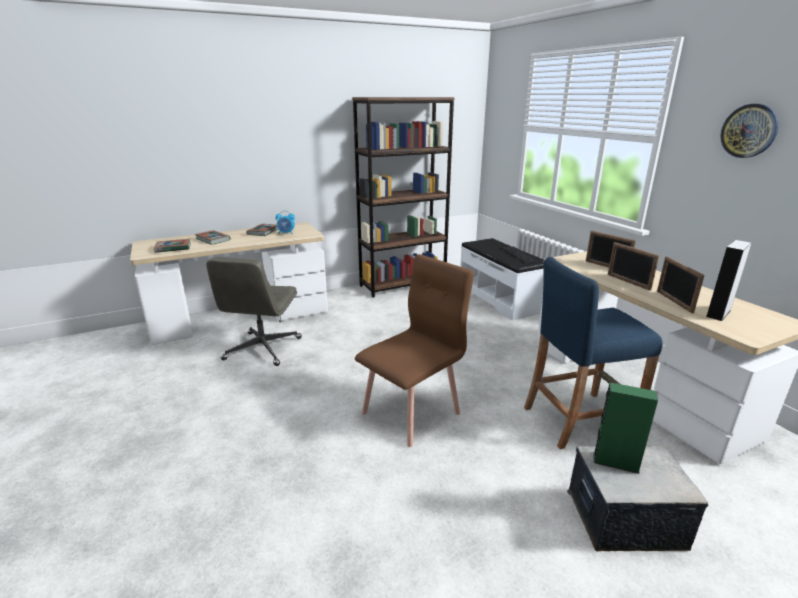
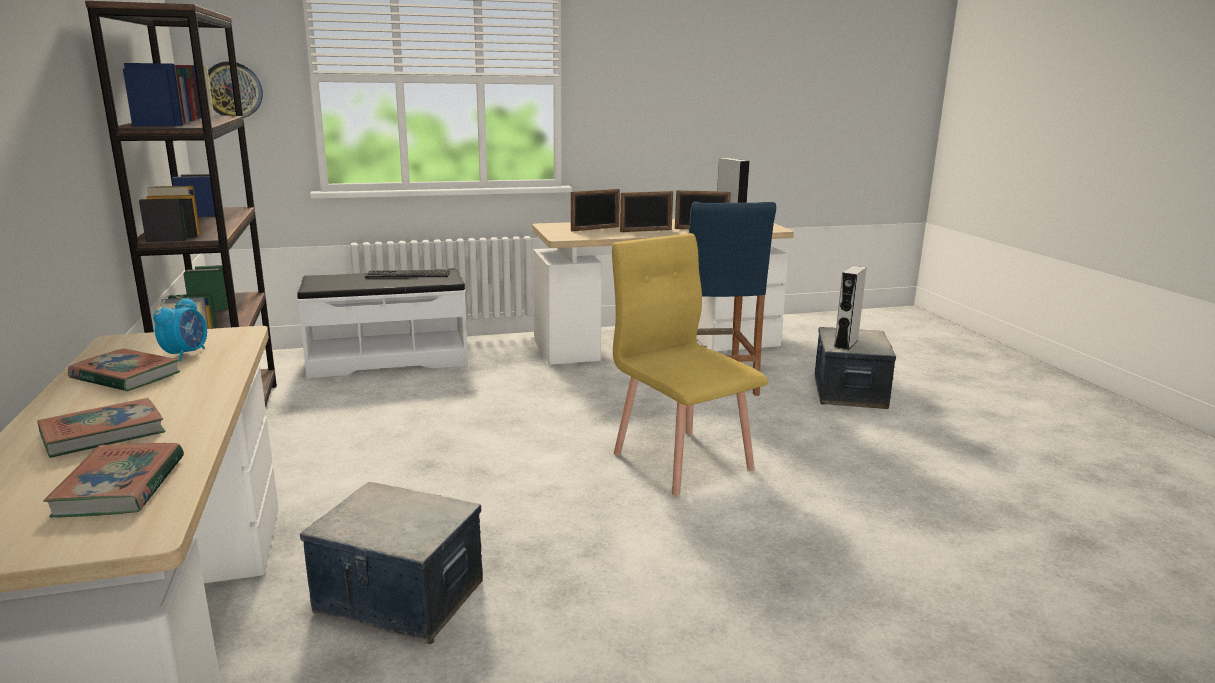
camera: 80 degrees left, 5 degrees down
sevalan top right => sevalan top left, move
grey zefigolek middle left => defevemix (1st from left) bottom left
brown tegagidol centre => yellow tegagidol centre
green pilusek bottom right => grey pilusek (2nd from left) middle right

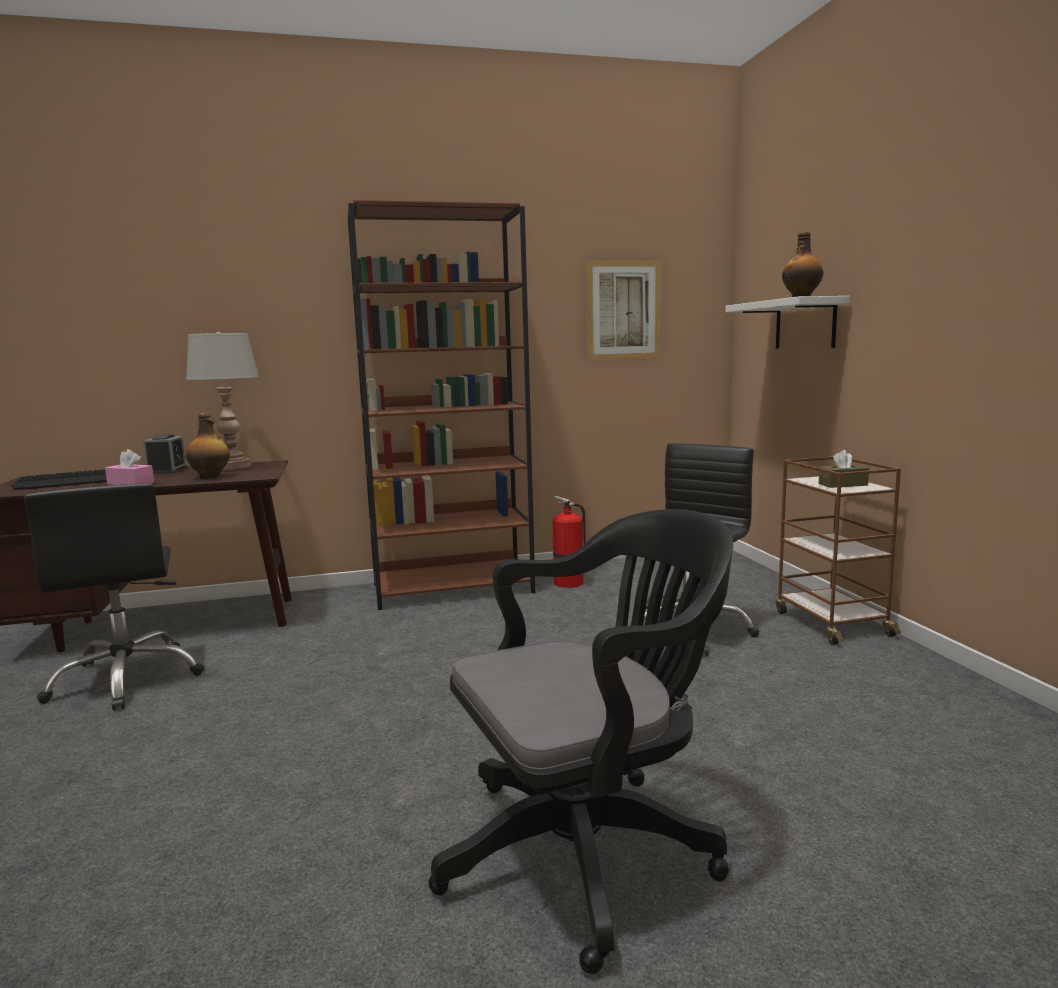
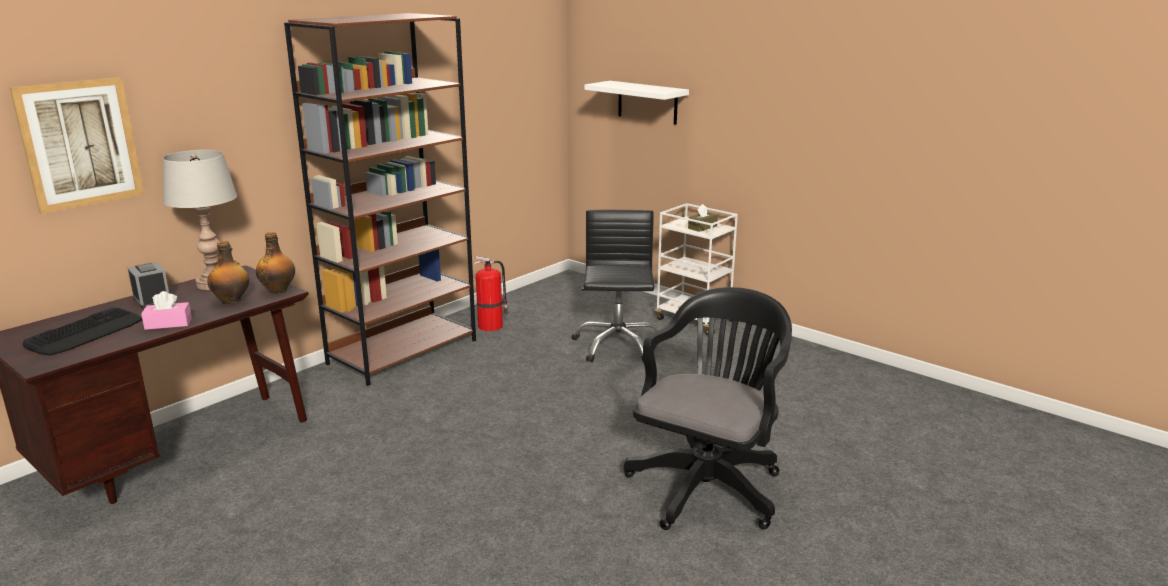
camera: 35 degrees left, 10 degrees up
black zefigolek (1st from left) middle left => nothing
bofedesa top centre => bofedesa top left, move
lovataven (2nd from left) top right => lovataven (2nd from left) middle left, move
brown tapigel middle right => white tapigel centre

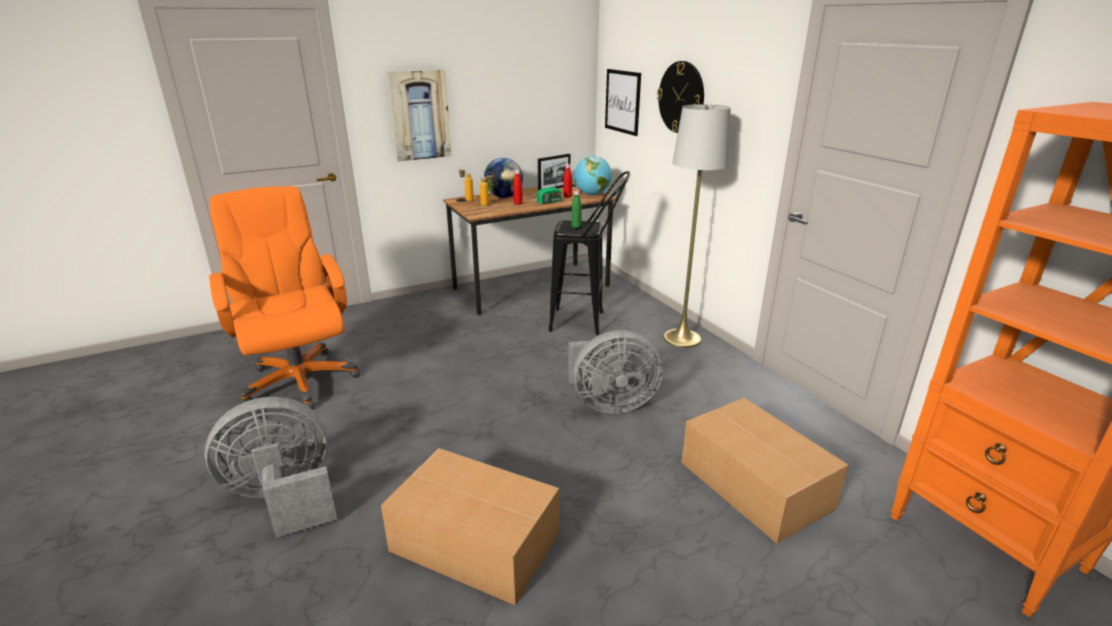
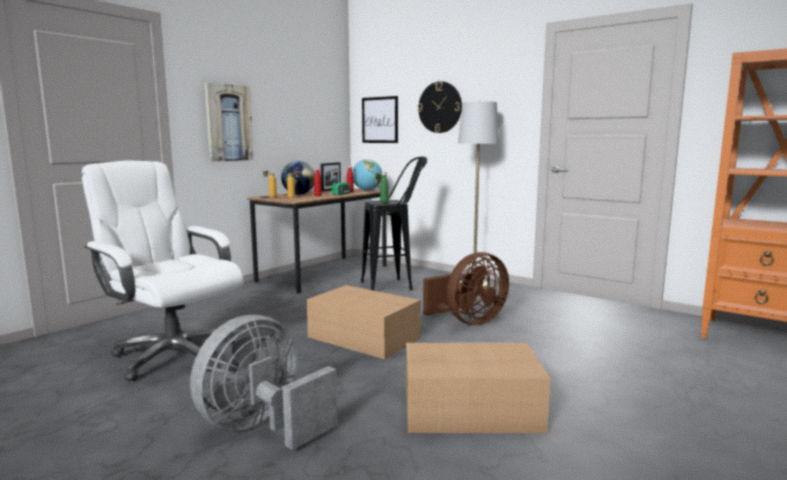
camera: 25 degrees left, 15 degrees down
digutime (2nd from left in the first image) bottom right => digutime (1st from left) bottom centre, move
orange zefigolek middle left => white zefigolek middle left
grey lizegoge (2nd from left) centre => brown lizegoge centre

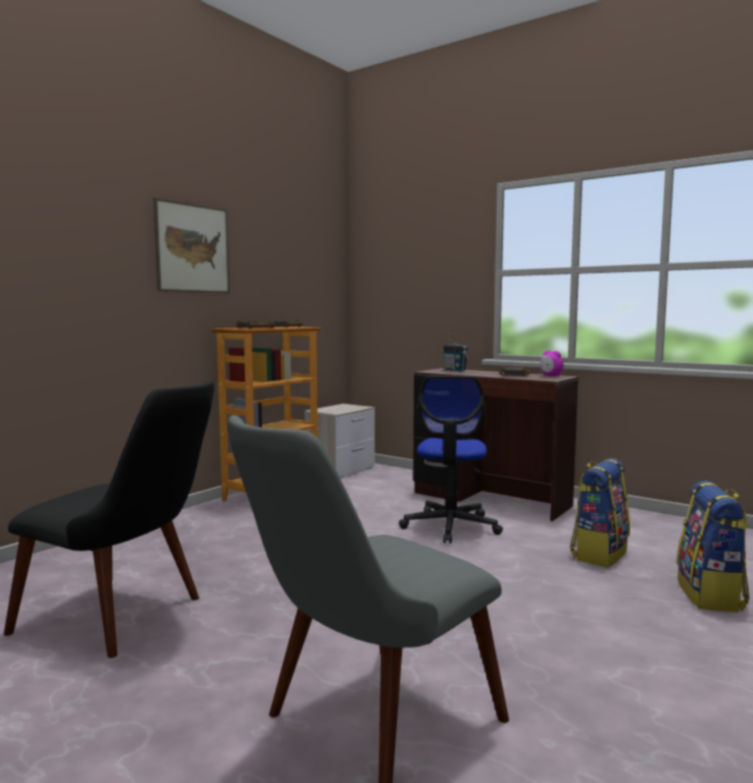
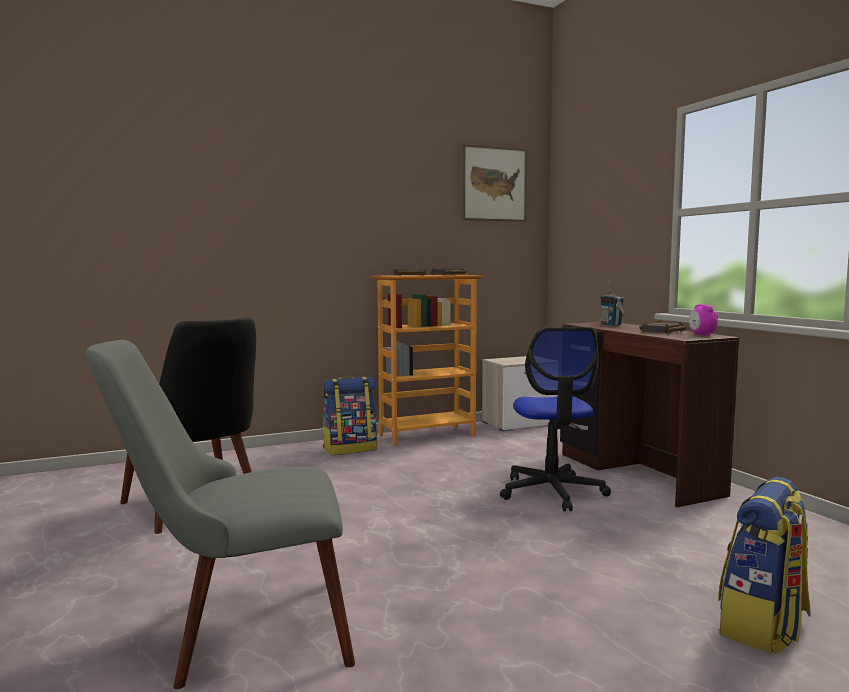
camera: 30 degrees right, 0 degrees up
bofedesa top left => bofedesa top centre, move
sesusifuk (1st from left) middle right => sesusifuk (1st from left) centre, move
zefigolek centre, 45 degrees counterclockwise

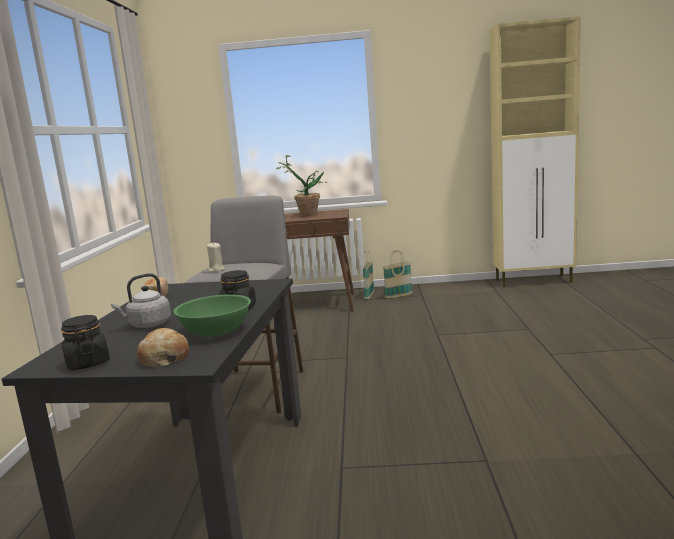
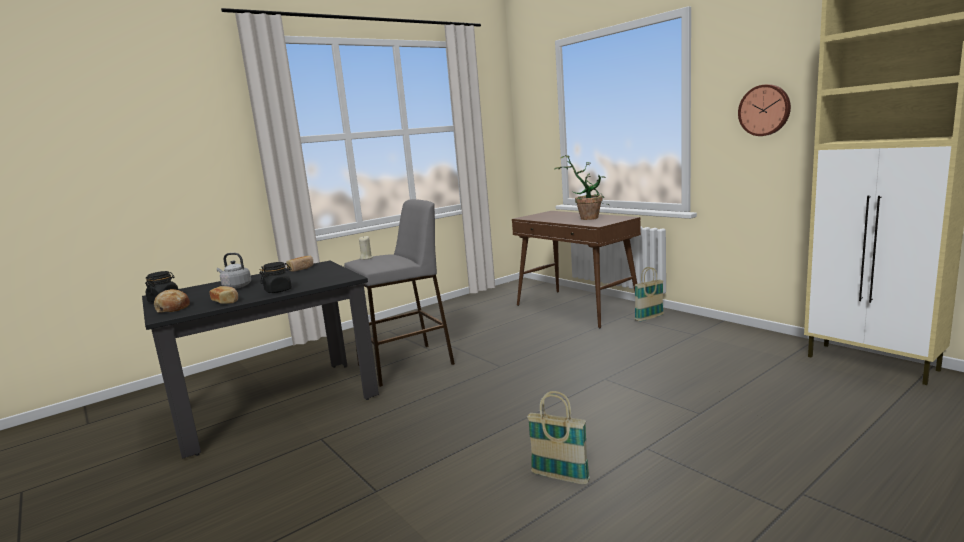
camera: 50 degrees right, 0 degrees up
nothing => sevalan top right
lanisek (2nd from left in the first image) centre => lanisek (1st from left) bottom centre, move
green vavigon middle left => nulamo (2nd from left) middle left

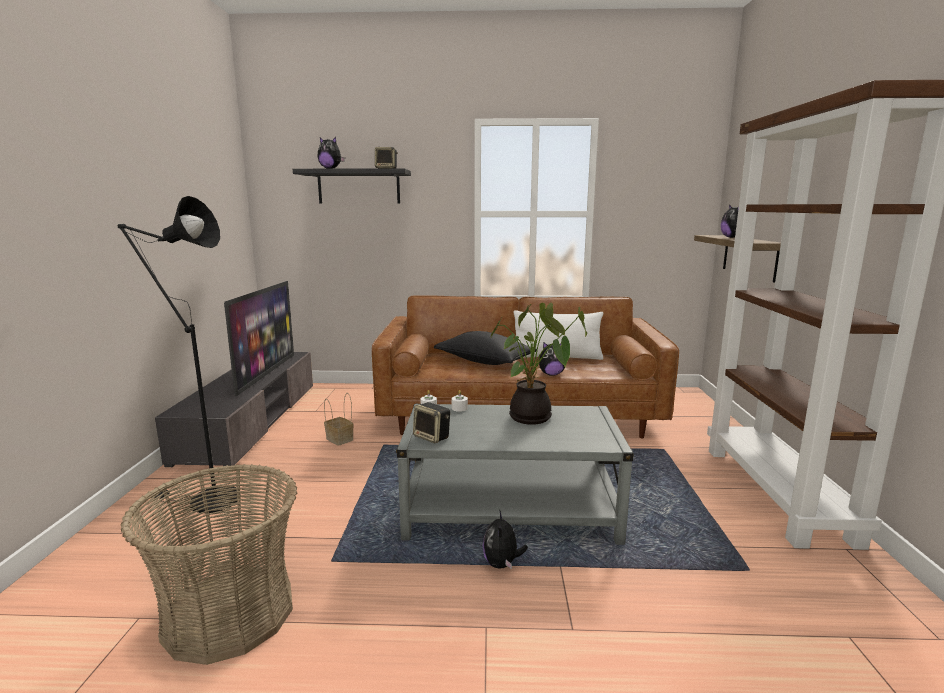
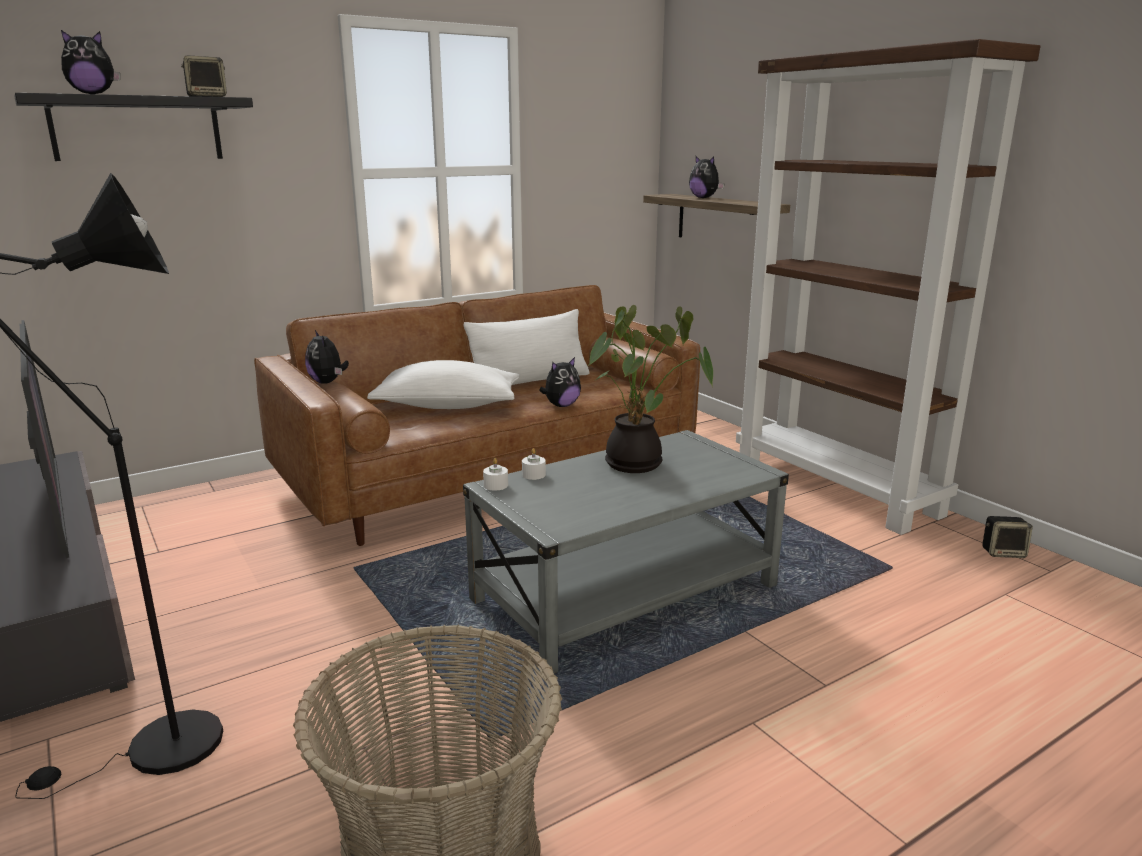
camera: 35 degrees left, 5 degrees up
lanisek (2nd from left) centre => nothing
pilusek (2nd from left) centre => pilusek (2nd from left) middle right, move
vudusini (2nd from left) bottom centre => vudusini (2nd from left) middle left, move
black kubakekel centre => white kubakekel (1st from left) centre

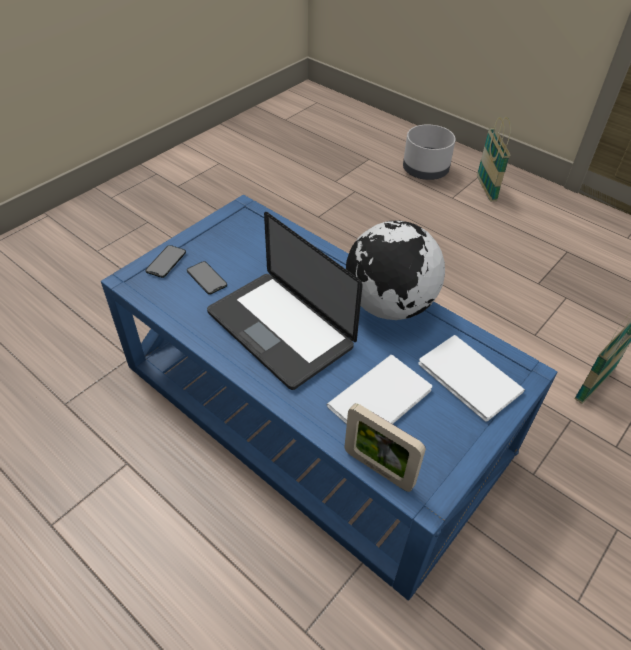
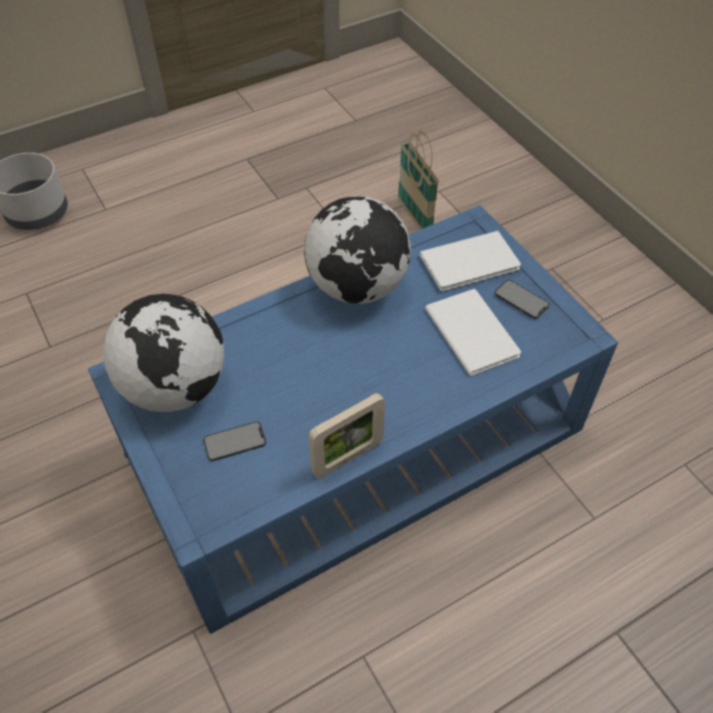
camera: 70 degrees left, 5 degrees up
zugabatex centre => nothing
lanisek (1st from left) top right => nothing
nothing => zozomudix (1st from left) middle left
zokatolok (1st from left in the first image) middle left => zokatolok (2nd from left) middle right, move
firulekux bottom centre => firulekux centre, move

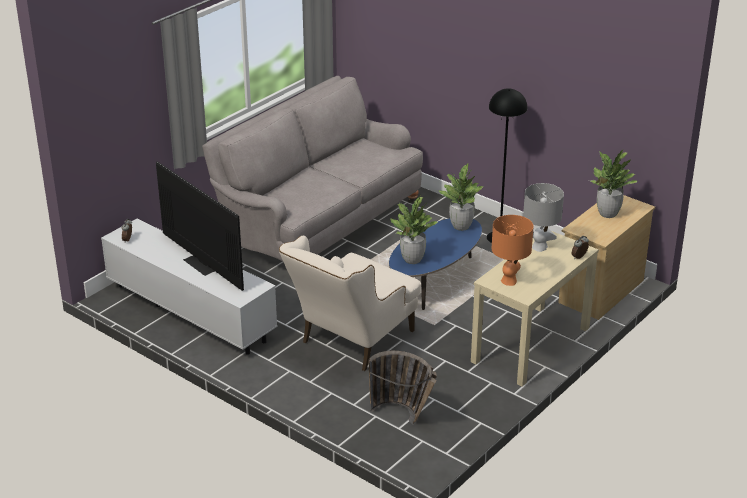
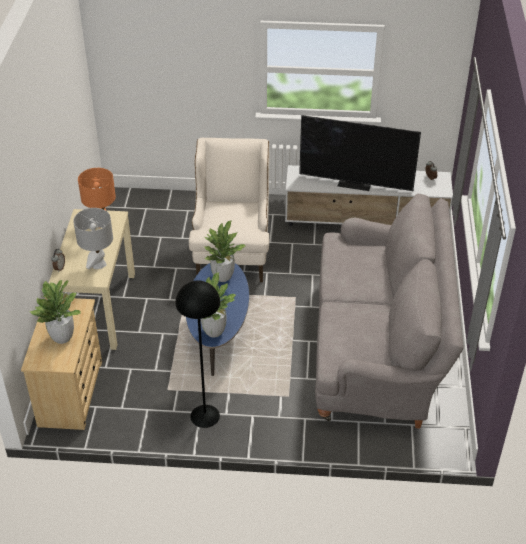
camera: 145 degrees right, 10 degrees up
lanisek bottom centre => nothing

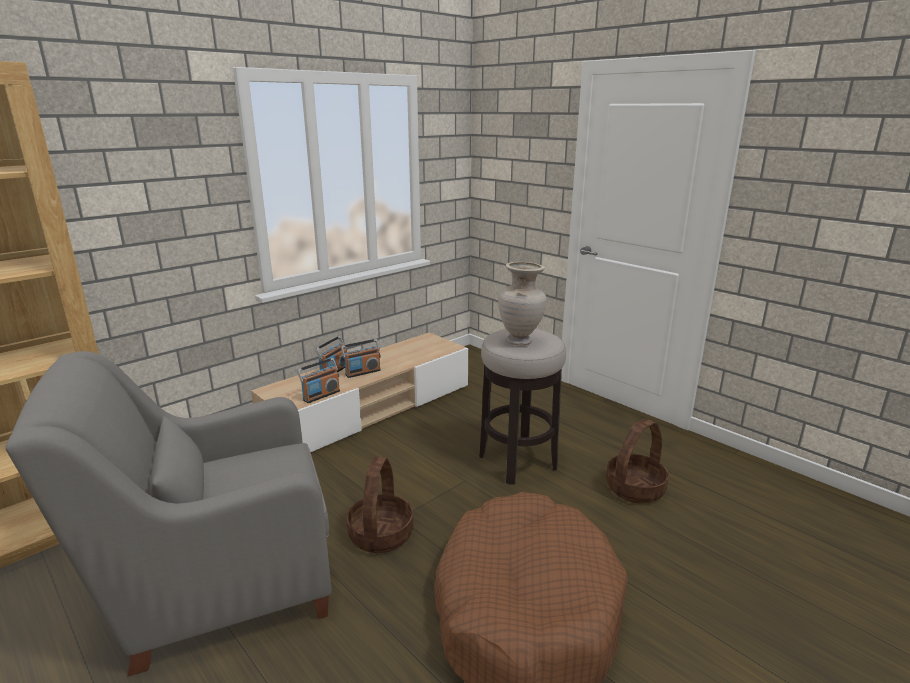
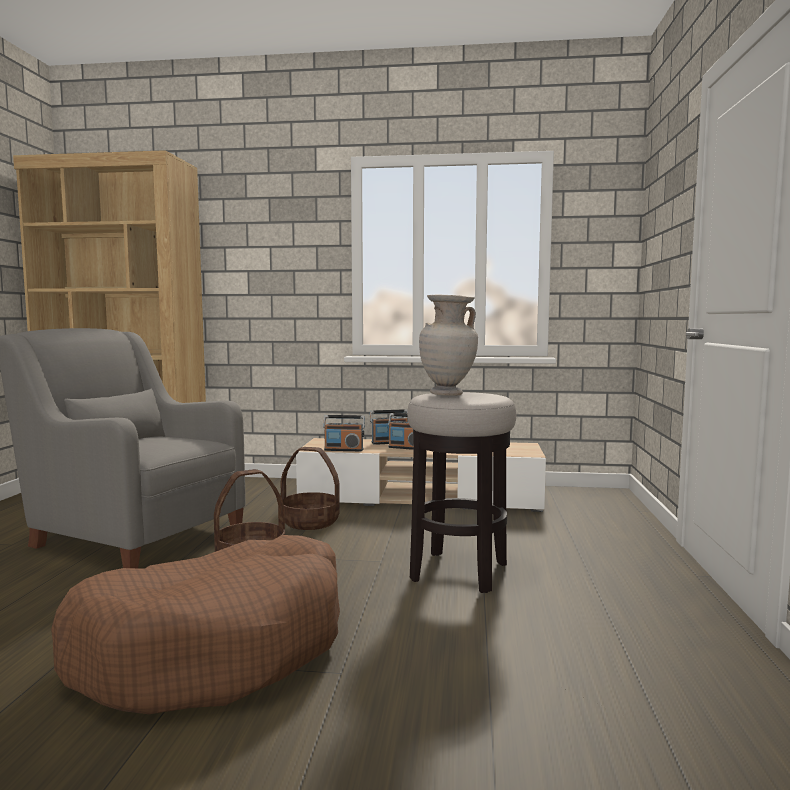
camera: 50 degrees right, 15 degrees down
lanisek (2nd from left) bottom right => lanisek (2nd from left) centre, move

